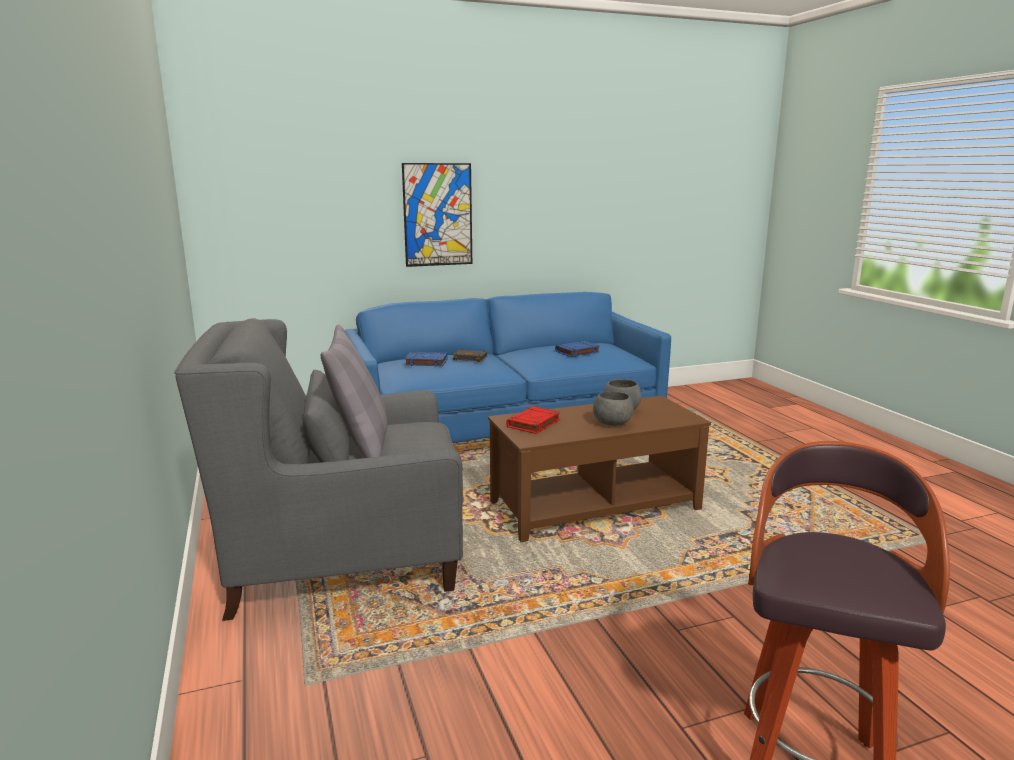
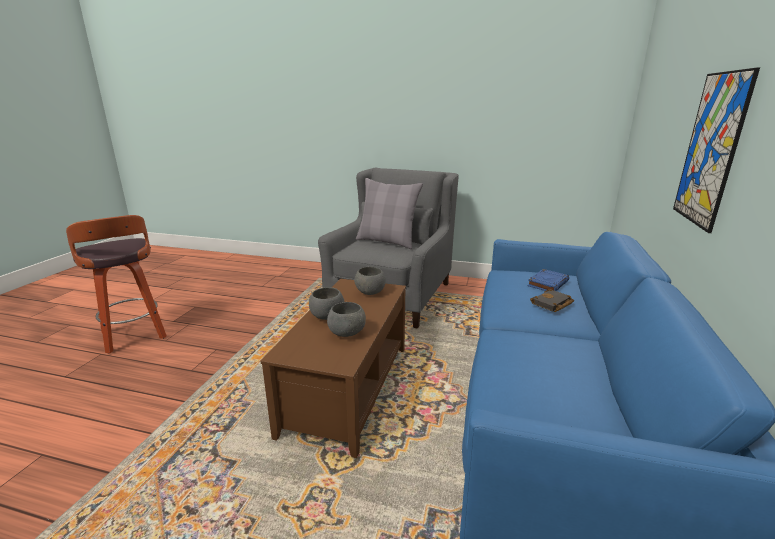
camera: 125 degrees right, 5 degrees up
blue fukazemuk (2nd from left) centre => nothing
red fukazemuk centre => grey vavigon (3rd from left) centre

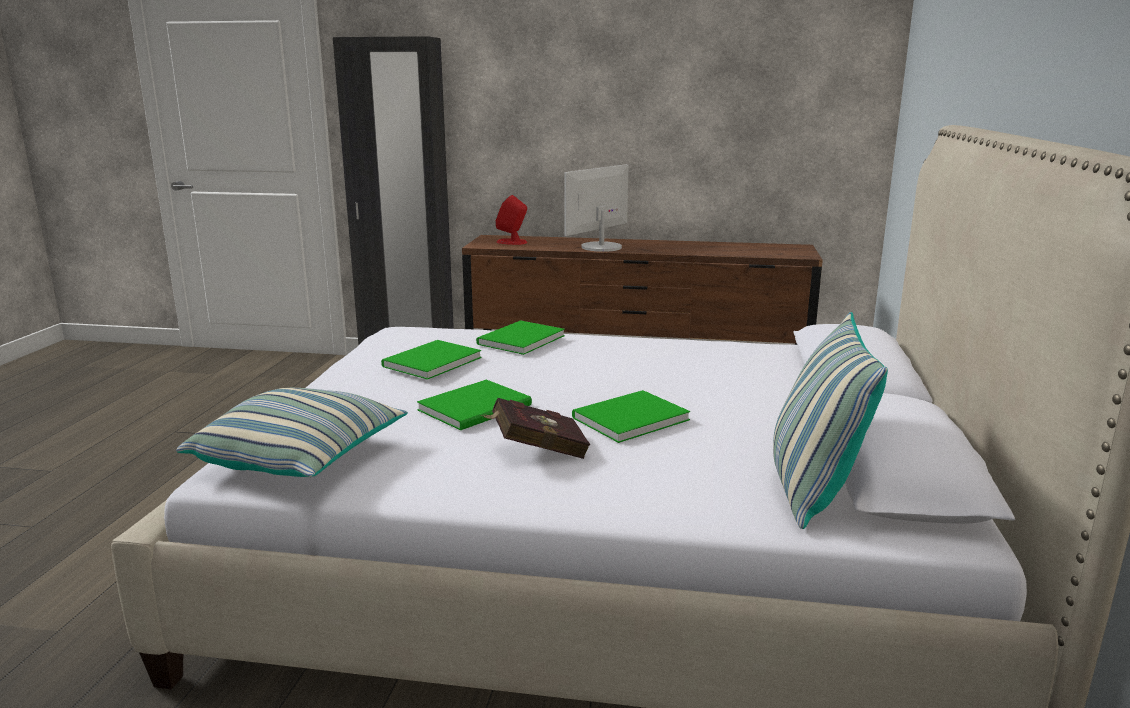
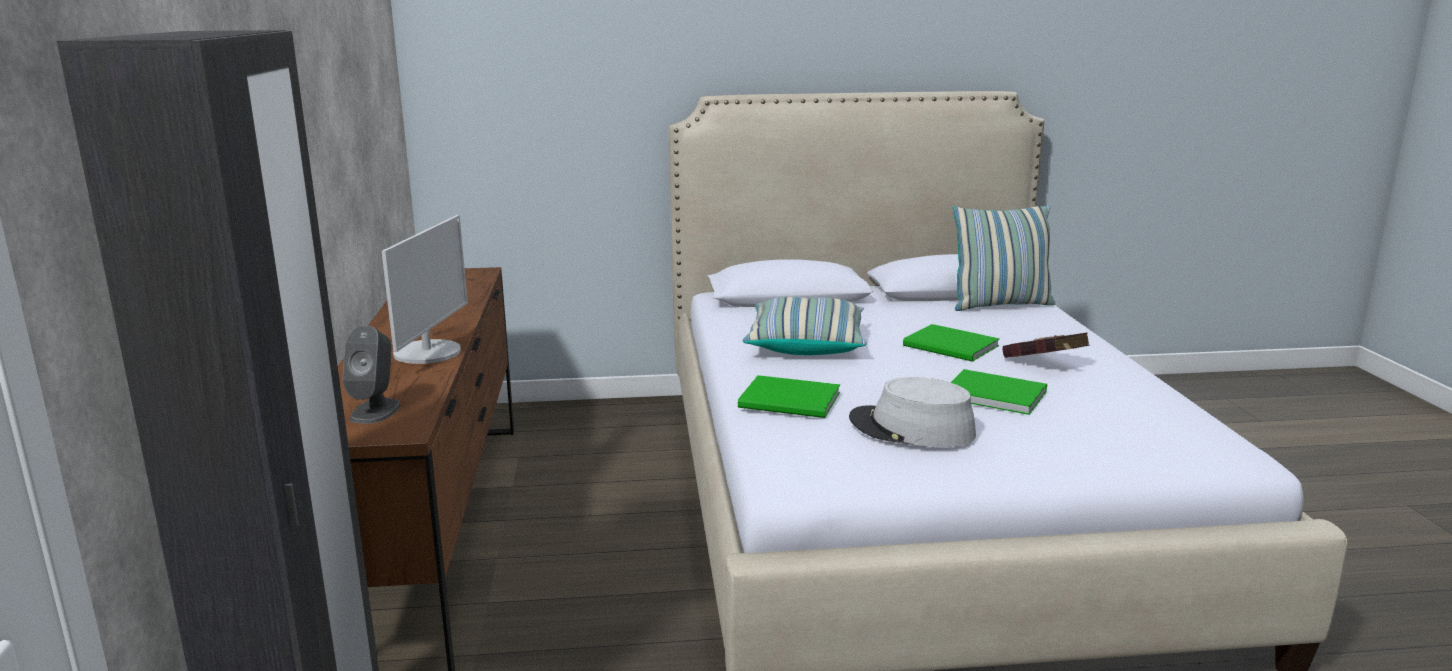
camera: 105 degrees left, 0 degrees up
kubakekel (1st from left) middle left => kubakekel (1st from left) centre, move
green fukazemuk (1st from left) centre => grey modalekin centre
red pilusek top centre => grey pilusek middle left
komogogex top centre => komogogex middle left, 105 degrees counterclockwise

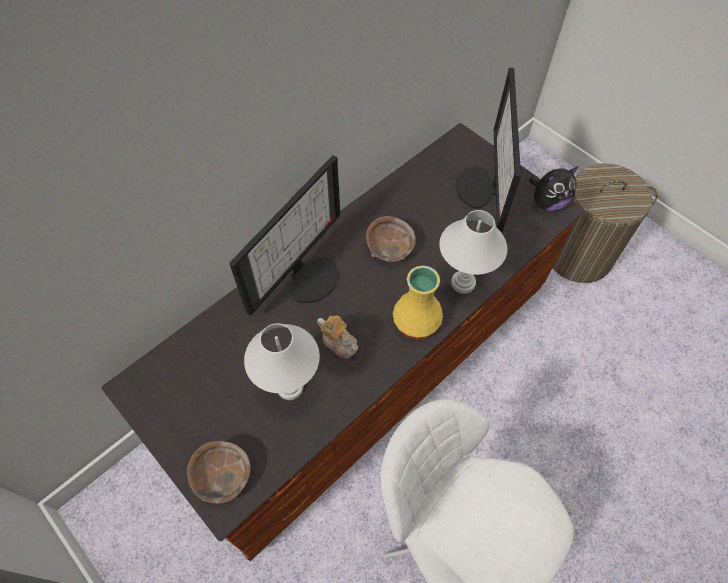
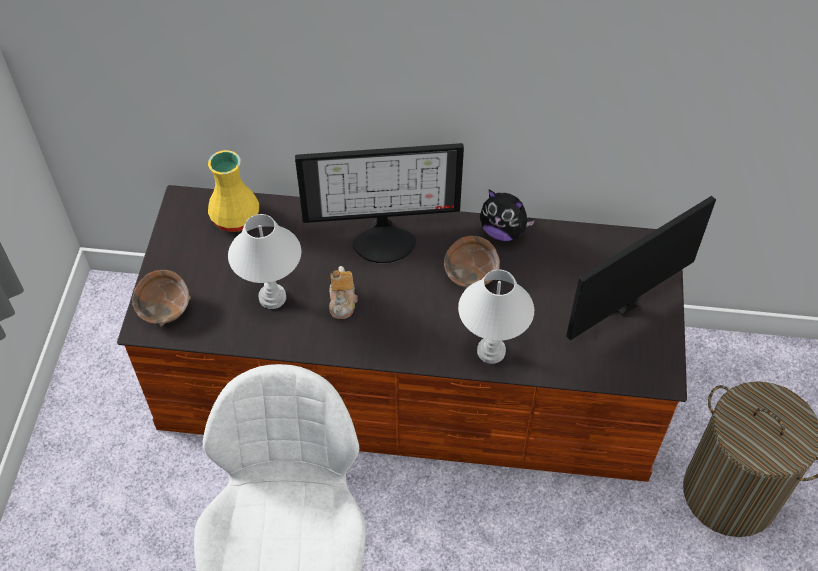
camera: 50 degrees right, 5 degrees down
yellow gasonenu centre => yellow gasonenu middle left, move
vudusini top right => vudusini centre, move

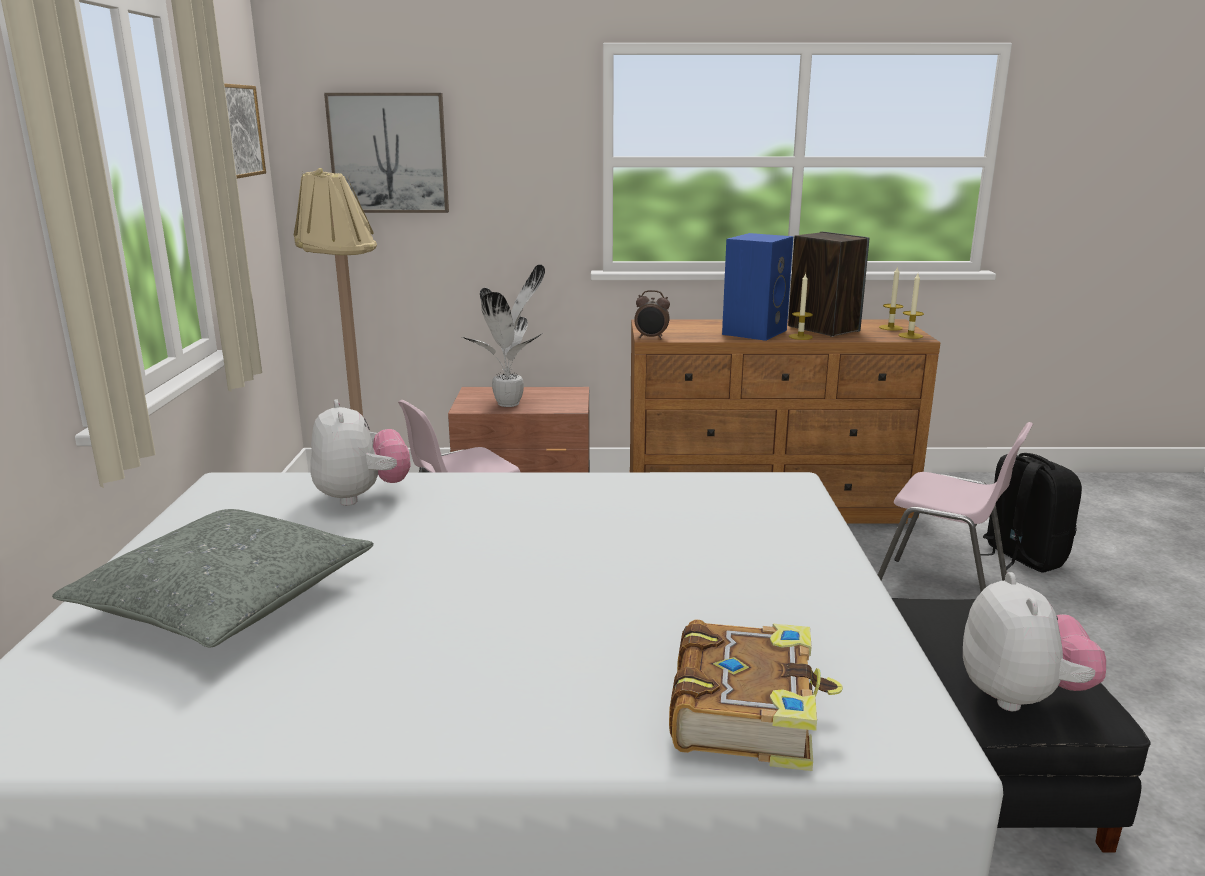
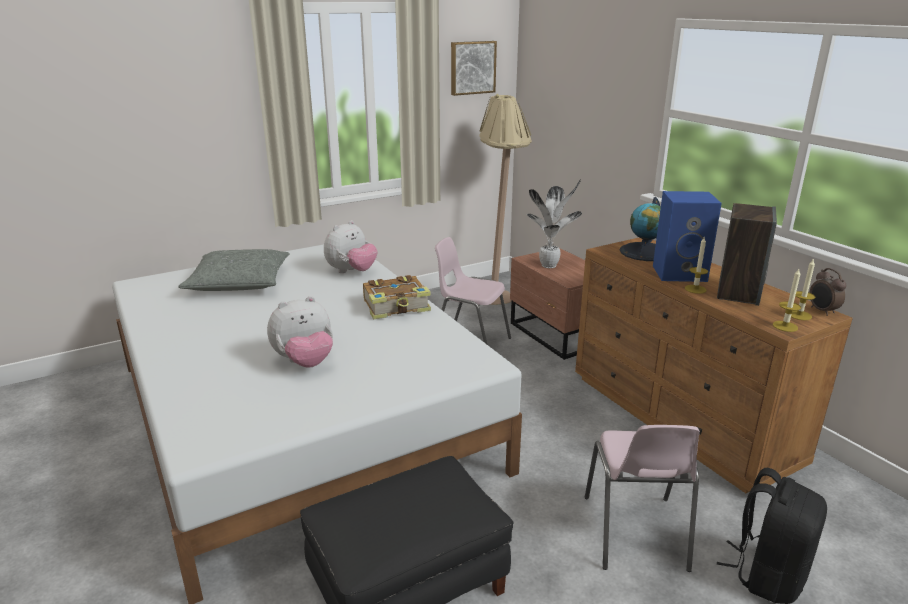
camera: 60 degrees right, 5 degrees up
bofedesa (2nd from left) top left => nothing
nothing => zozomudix middle right
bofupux centre => bofupux middle right, move
fukazemuk bottom centre => fukazemuk centre, move
vudusini (2nd from left in the first image) bottom right => vudusini (1st from left) middle left, move

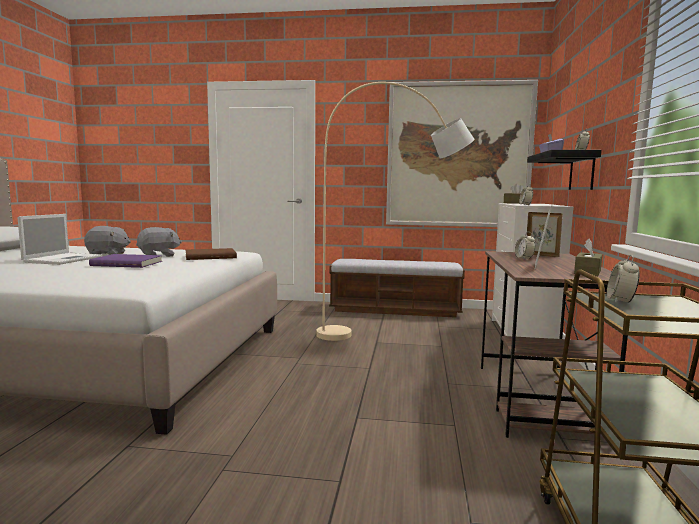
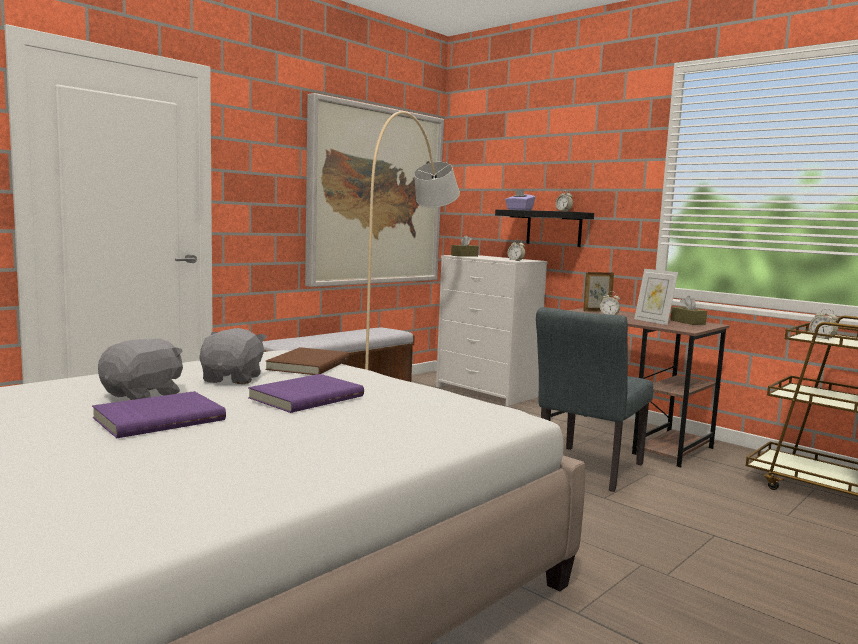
camera: 55 degrees left, 0 degrees up
nothing => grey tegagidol middle right
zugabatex middle left => purple fukazemuk (1st from left) middle left

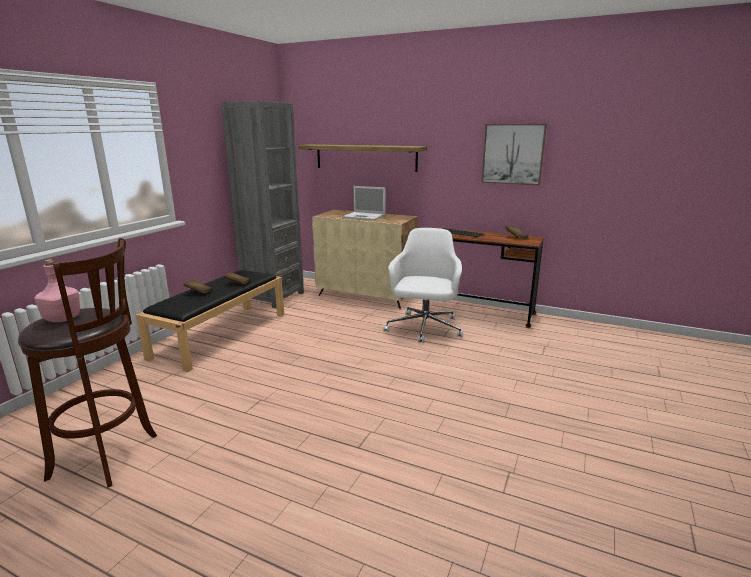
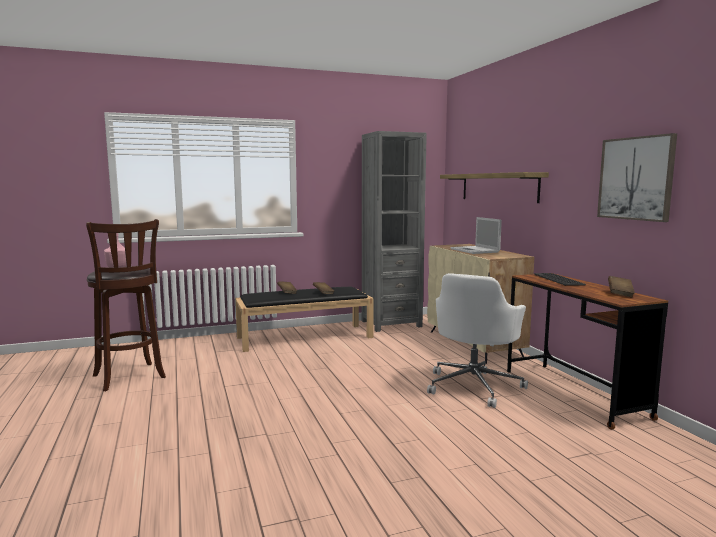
camera: 45 degrees right, 10 degrees down
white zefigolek centre, 150 degrees clockwise

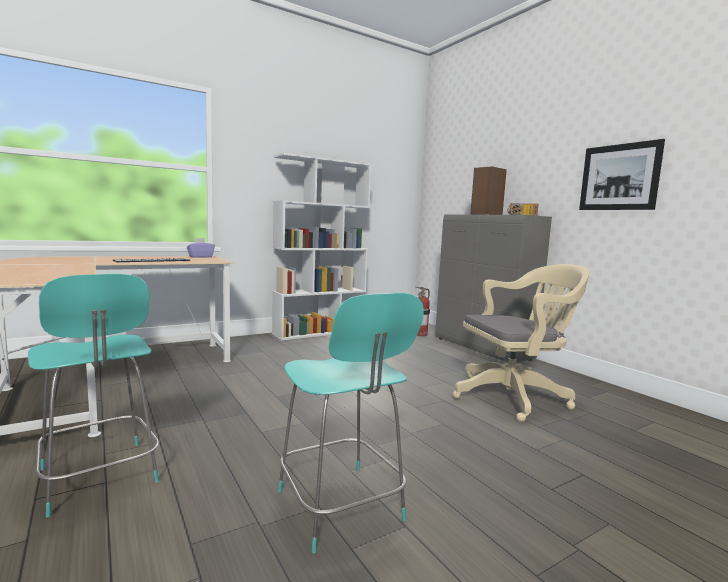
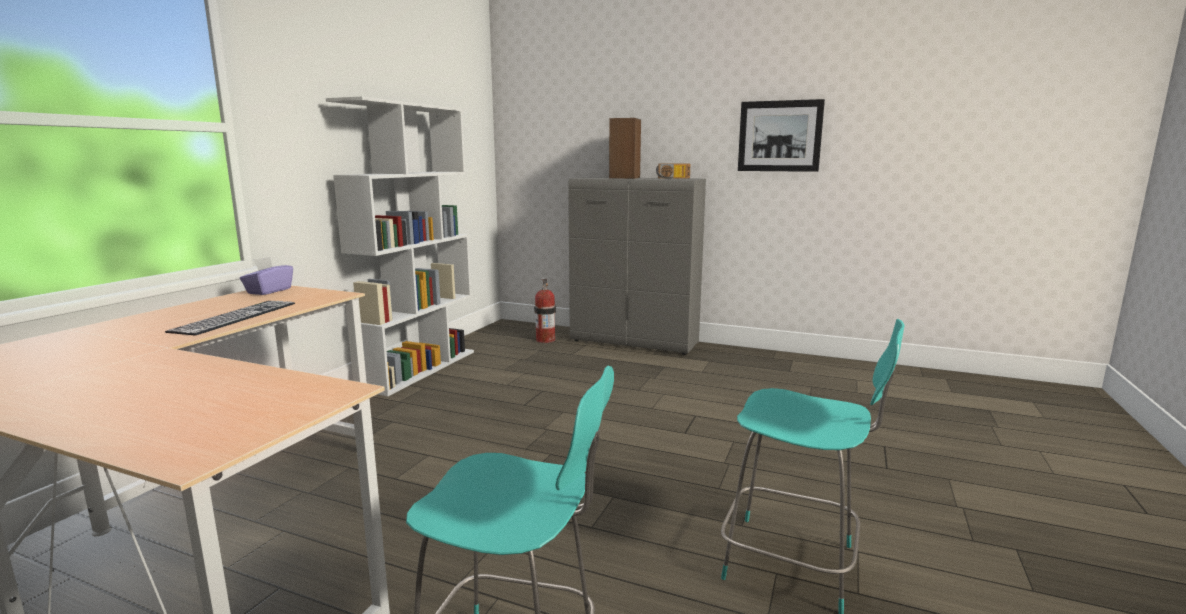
camera: 35 degrees left, 5 degrees up
beige zefigolek middle right => nothing

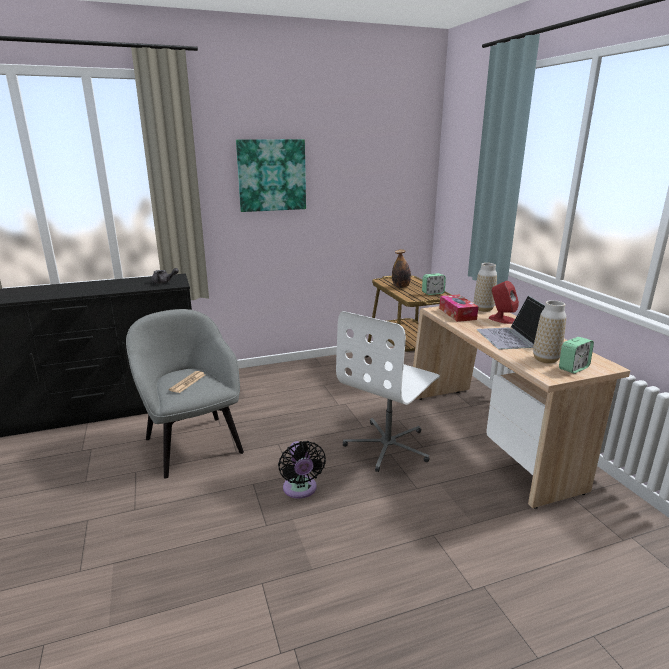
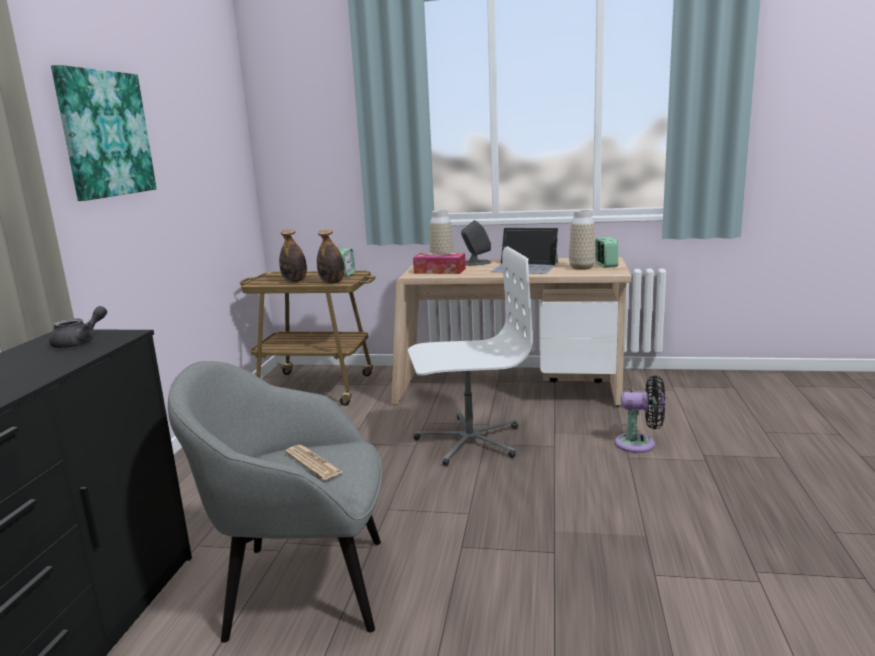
camera: 60 degrees left, 5 degrees down
nothing => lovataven (2nd from left) centre
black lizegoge bottom centre => black lizegoge middle right, move
red pilusek middle right => grey pilusek centre
white zefigolek centre, 75 degrees counterclockwise

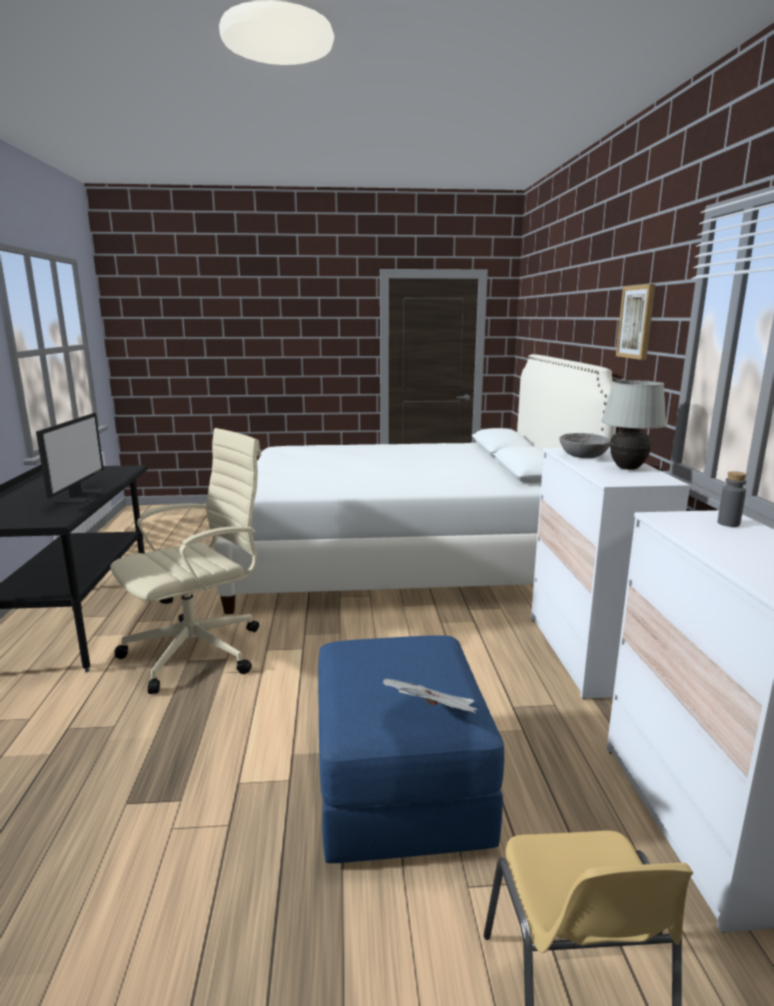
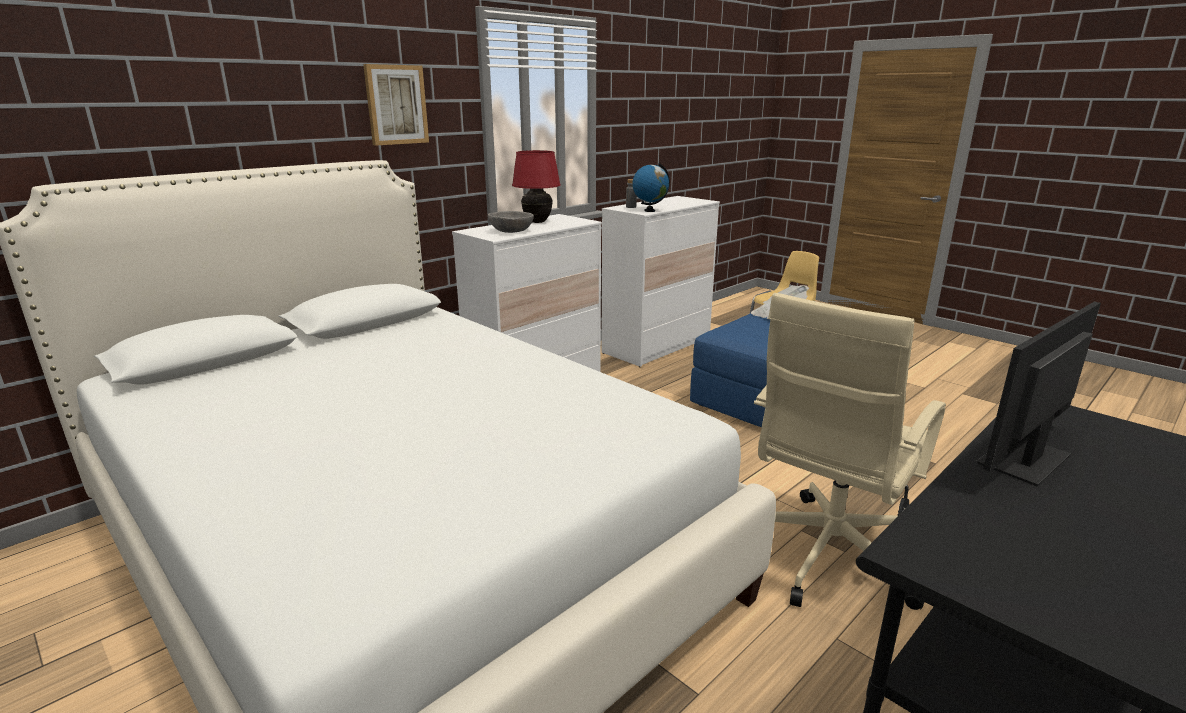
camera: 130 degrees left, 5 degrees up
nothing => zozomudix top centre
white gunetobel middle right => red gunetobel top centre
beige zefigolek middle left => beige zefigolek middle right, 60 degrees counterclockwise

